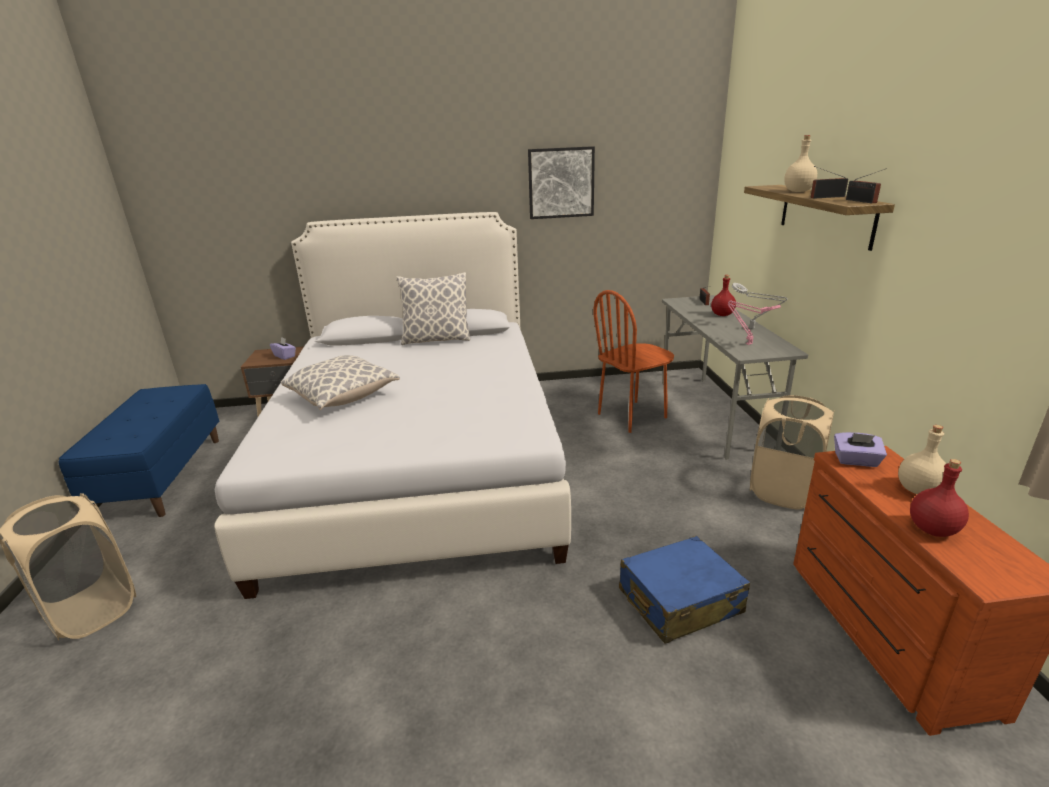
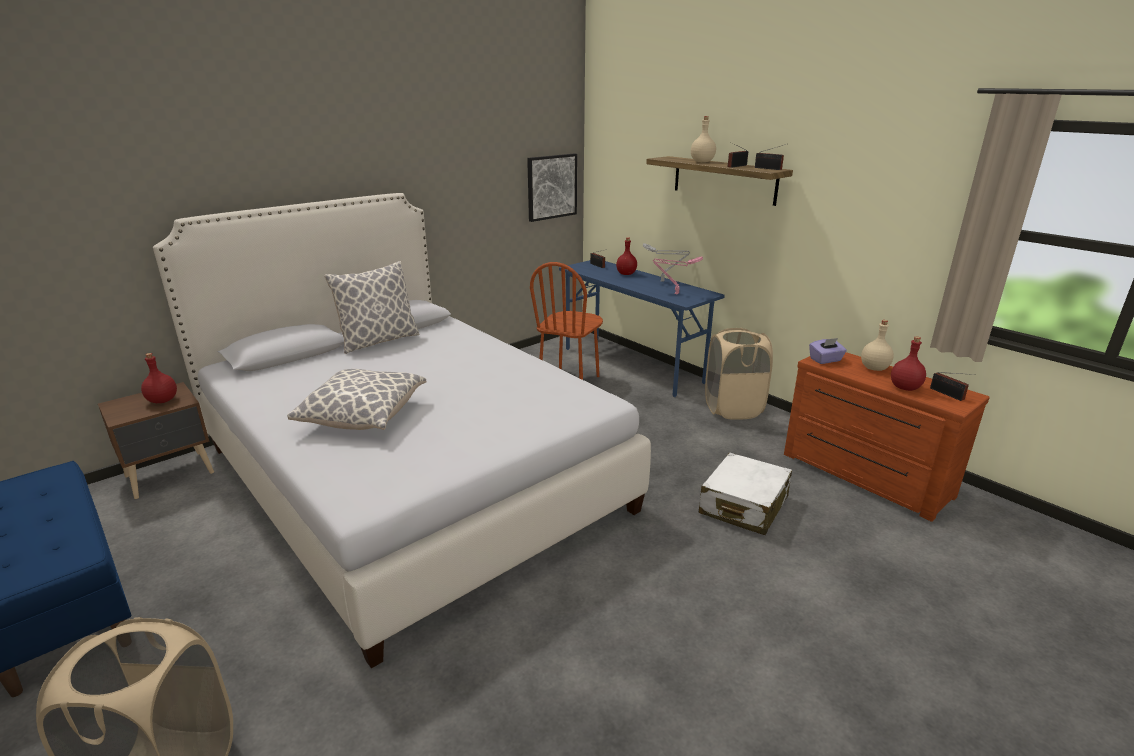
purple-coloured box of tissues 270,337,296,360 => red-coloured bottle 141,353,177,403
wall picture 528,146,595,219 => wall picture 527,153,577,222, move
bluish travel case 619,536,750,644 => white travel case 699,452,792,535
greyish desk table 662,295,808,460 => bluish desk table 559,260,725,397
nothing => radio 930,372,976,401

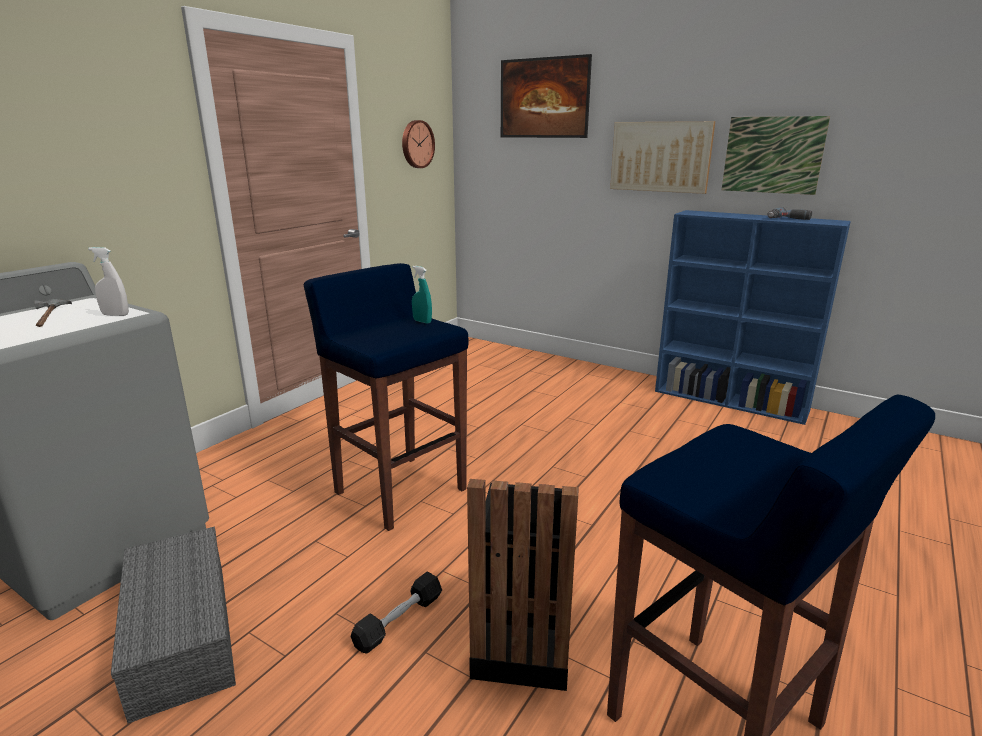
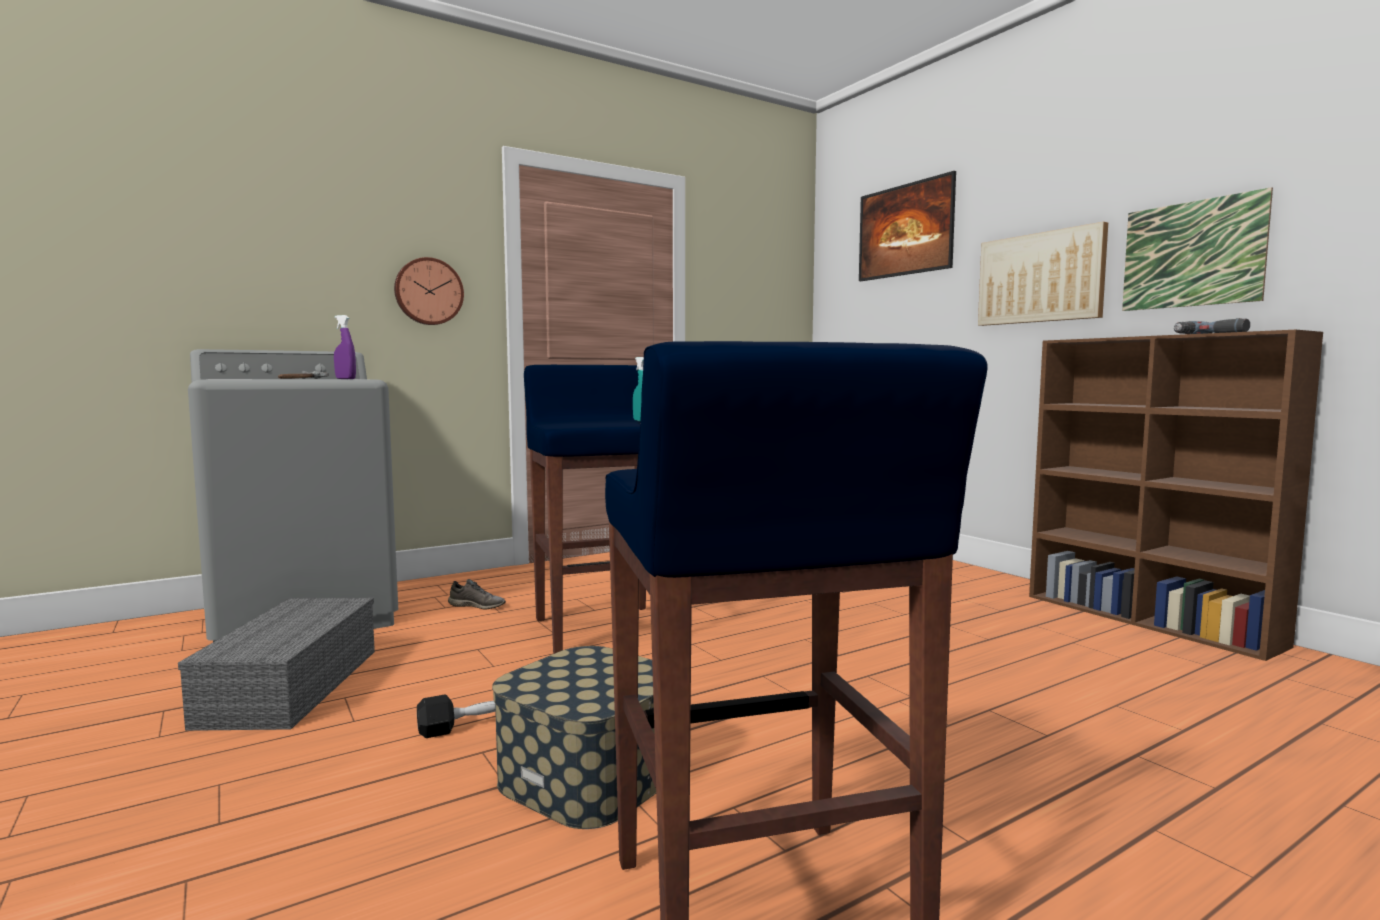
white sprayer 88,247,129,316 => purple-coloured sprayer 334,315,356,379
hanging clock 402,120,435,168 => hanging clock 394,257,464,325, move
blackish waste bin 467,479,578,691 => storage box 492,646,656,829
bluish bookshelf 655,210,851,425 => brownish bookshelf 1029,330,1323,661
nothing => greyish item of footwear 448,579,506,610

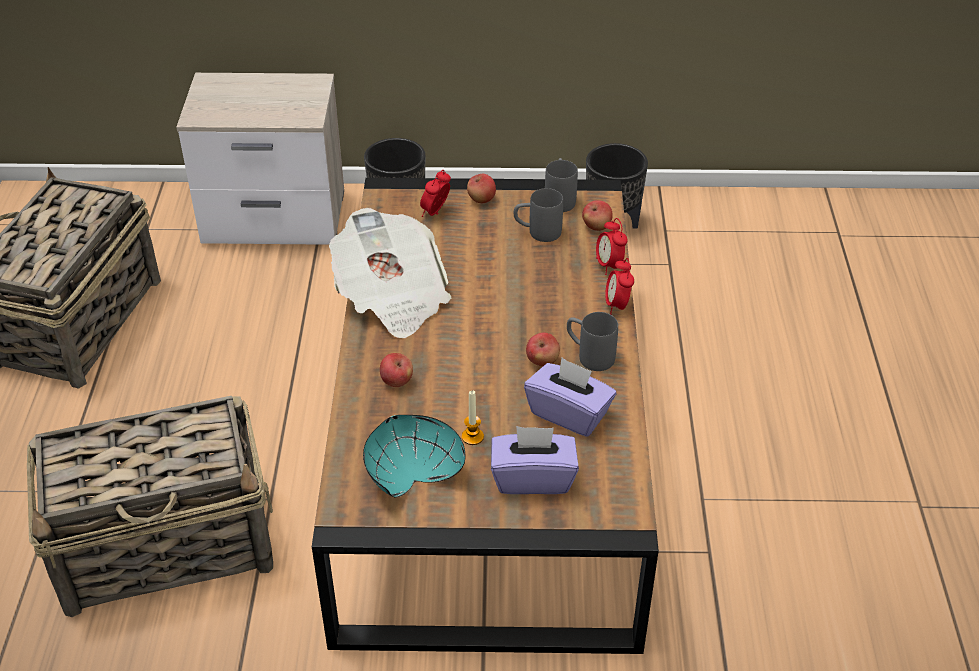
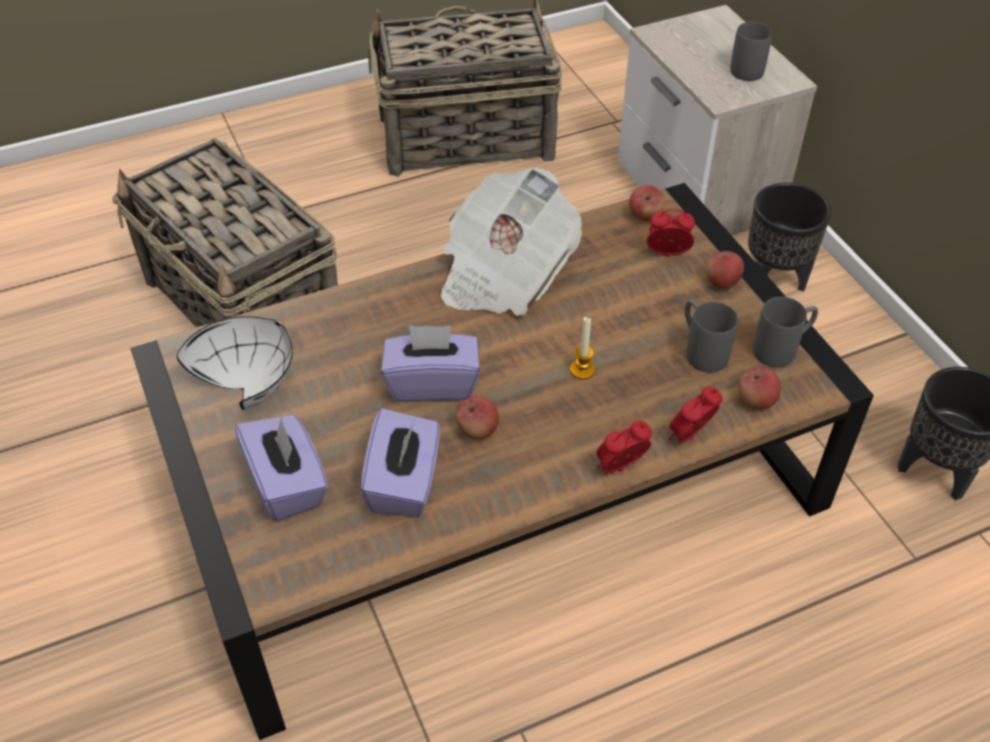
turquoise deep dish 363,415,465,498 => white deep dish 177,316,293,410
whole apple 380,353,413,387 => whole apple 629,185,665,222, move
wax light 462,391,484,445 => wax light 570,317,595,379, move
greyish coffee mug 567,312,618,371 => greyish coffee mug 730,21,772,81, move
nothing => purple-coloured box of tissues 381,325,480,402

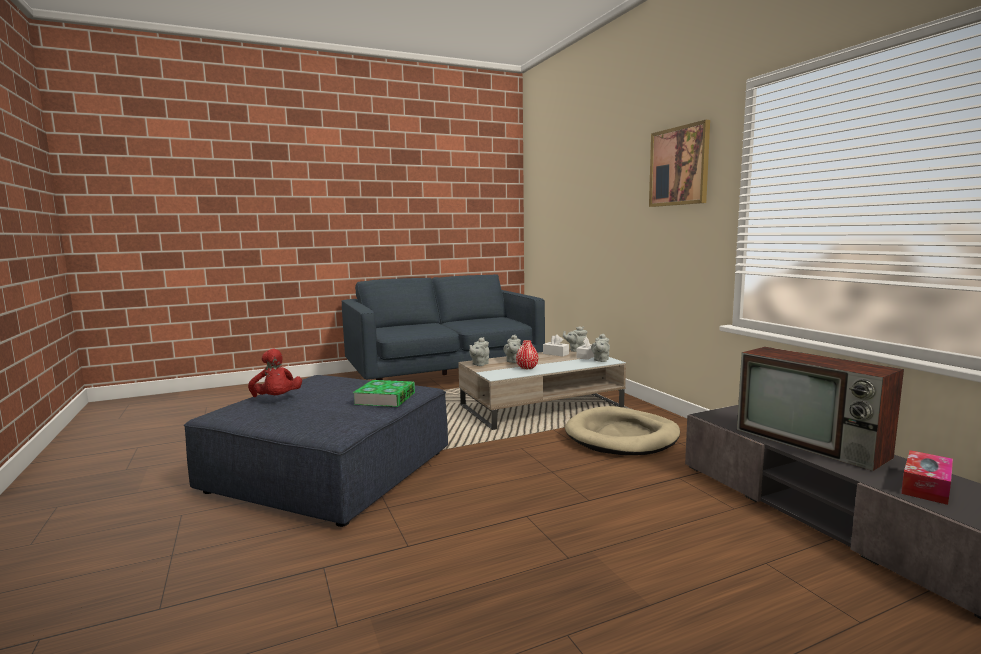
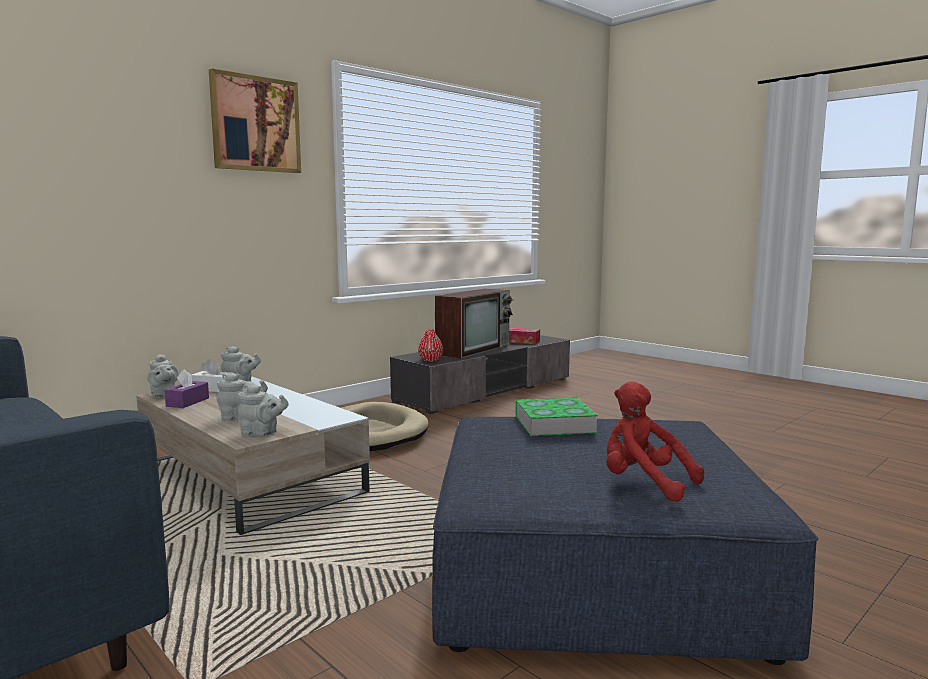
red-coloured soft toy 248,349,302,397 => red-coloured soft toy 606,381,704,502, 90 degrees counterclockwise
red-coloured decorative vase 516,340,538,369 => red-coloured decorative vase 418,329,443,362, move
white box of tissues 543,334,569,356 => purple-coloured box of tissues 165,369,209,408

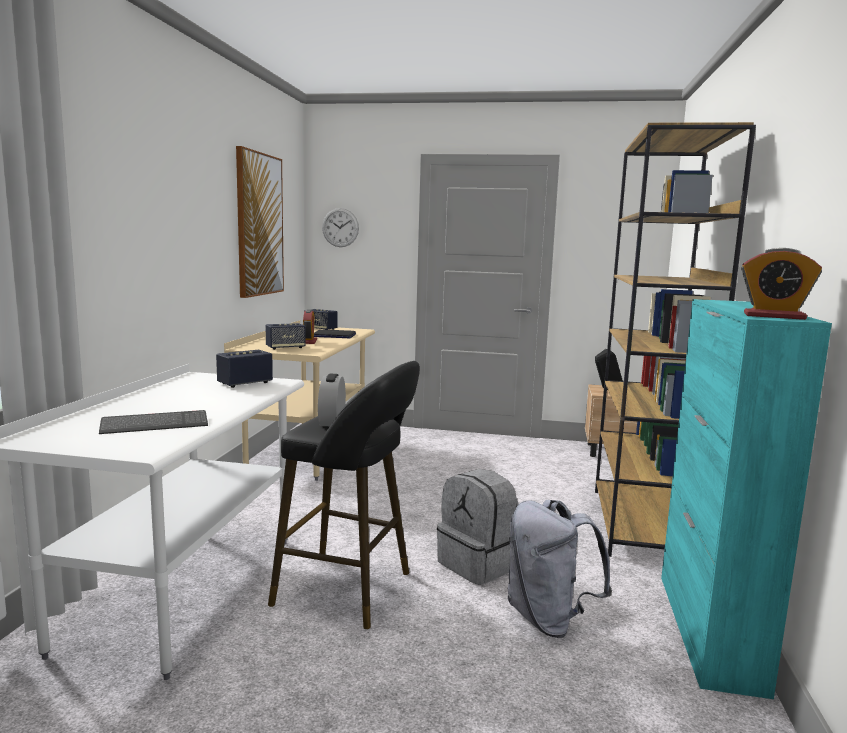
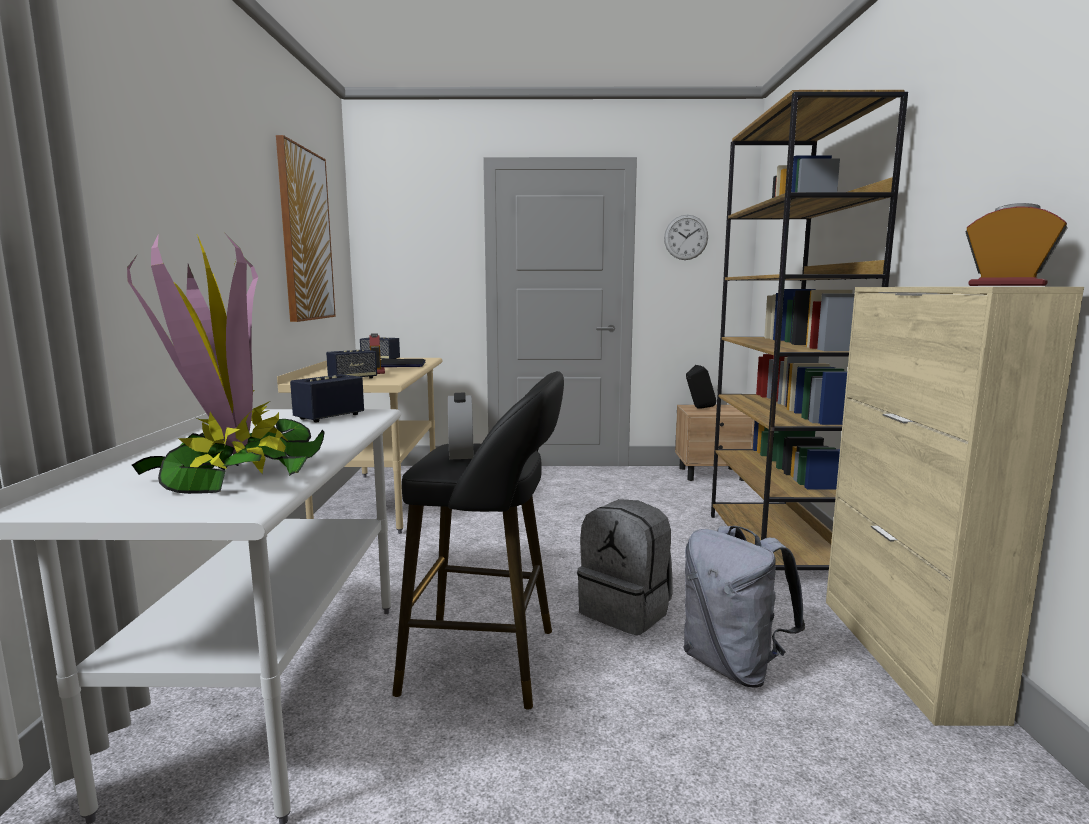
computer keyboard 99,410,208,434 => potted plant 127,233,325,494
hanging clock 322,208,359,247 => hanging clock 664,215,708,260, move
turquoise storage cabinet 661,299,832,699 => beige storage cabinet 826,287,1084,726
bedside clock 741,248,822,320 => bedside clock 966,203,1067,286, 150 degrees counterclockwise

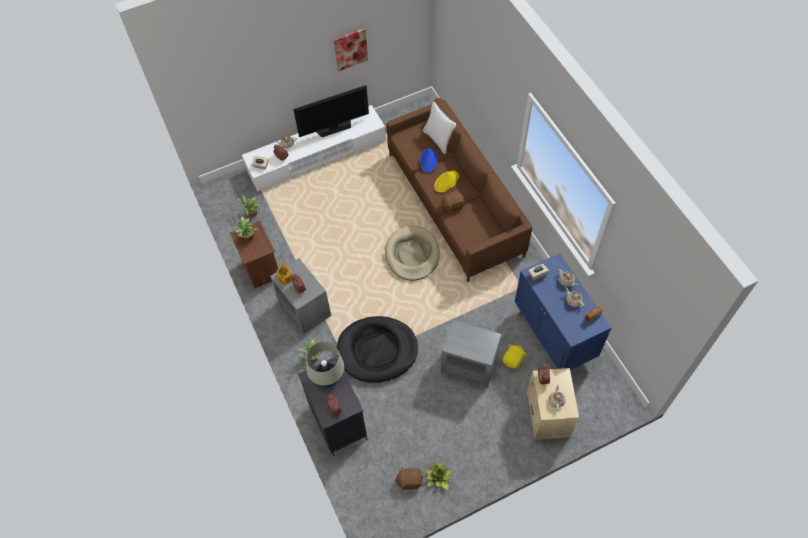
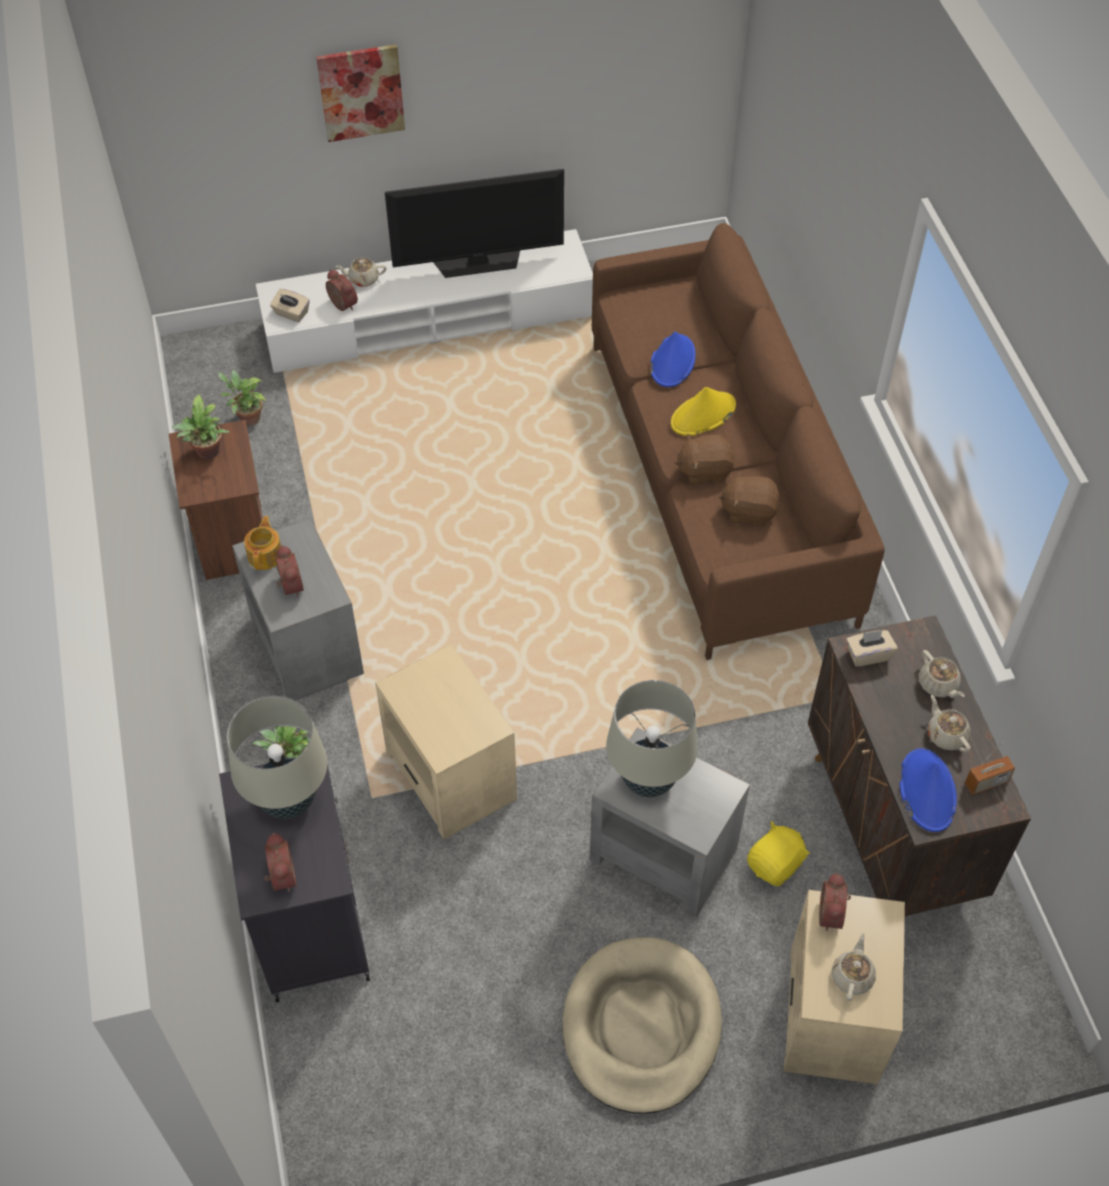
wall picture 334,28,368,71 => wall picture 316,44,405,142, move
blackish dog cushion 337,316,418,383 => beige end table 375,644,517,839
beige dog cushion 385,226,440,281 => beige dog cushion 562,937,722,1114, move
brownish soft toy 395,467,423,490 => brownish soft toy 718,470,780,527, move
white cushion 423,101,457,154 => nothing
potted plant 425,461,453,490 => nothing
bluish storage cabinet 515,253,612,370 => brownish storage cabinet 808,615,1031,916
nothing => beige lamp for a table 606,680,697,797
nothing => bluish clothing hat 900,748,957,832

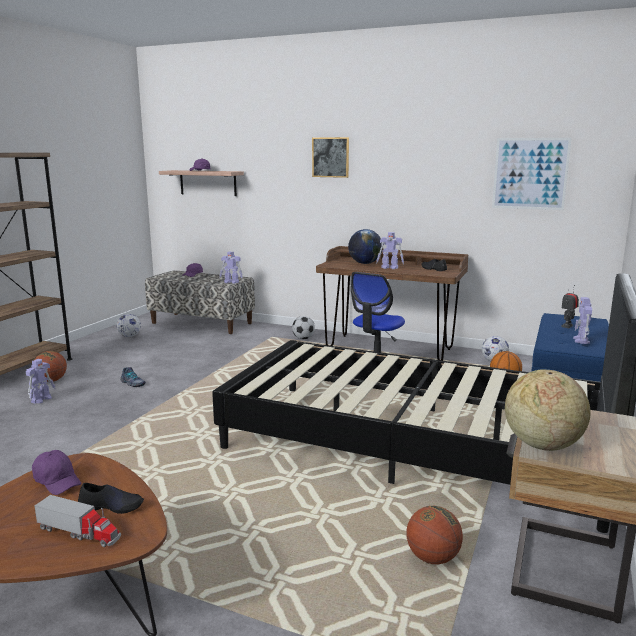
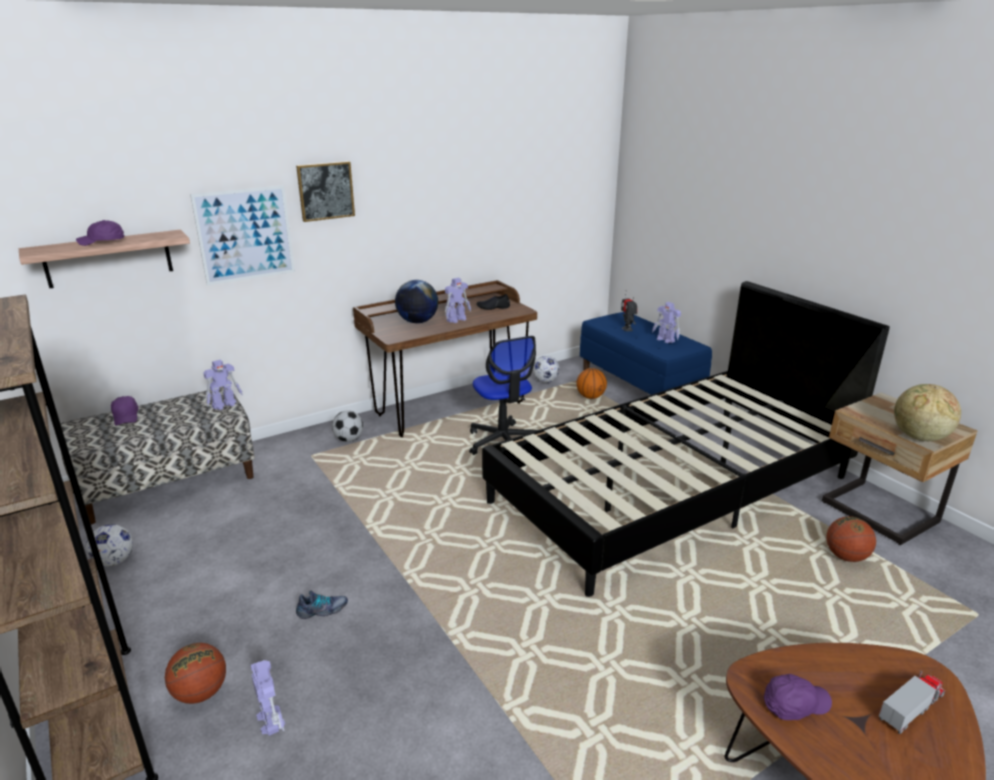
blackish item of footwear 78,483,144,514 => nothing
wall picture 492,138,572,210 => wall picture 190,185,295,285, move

